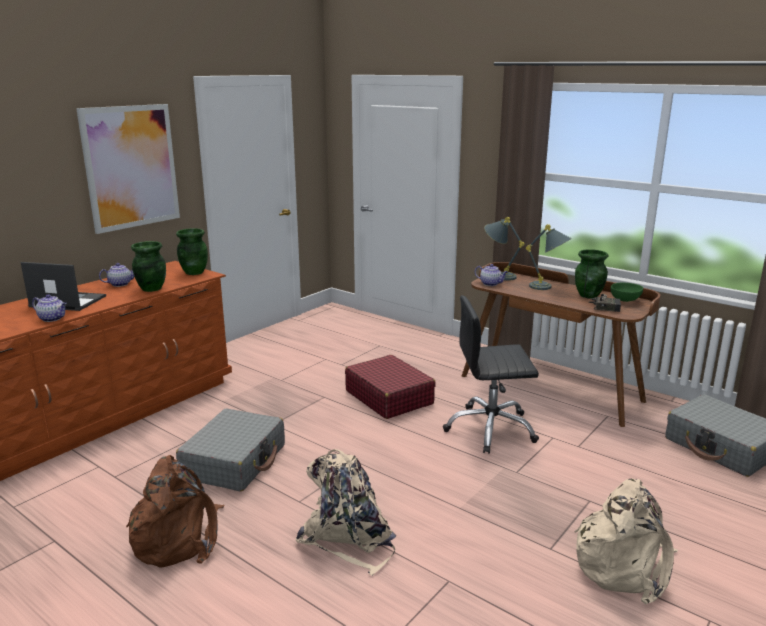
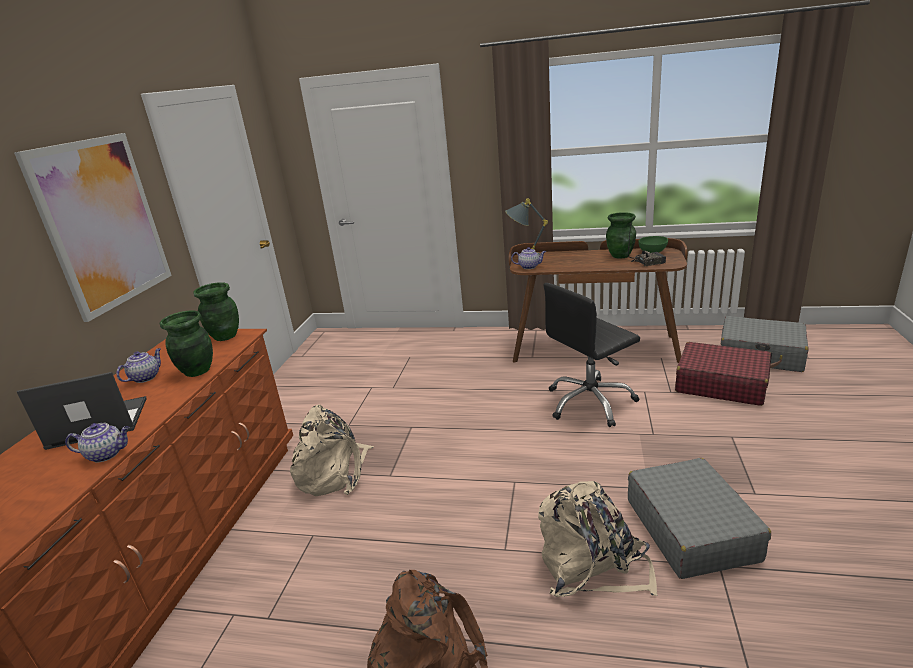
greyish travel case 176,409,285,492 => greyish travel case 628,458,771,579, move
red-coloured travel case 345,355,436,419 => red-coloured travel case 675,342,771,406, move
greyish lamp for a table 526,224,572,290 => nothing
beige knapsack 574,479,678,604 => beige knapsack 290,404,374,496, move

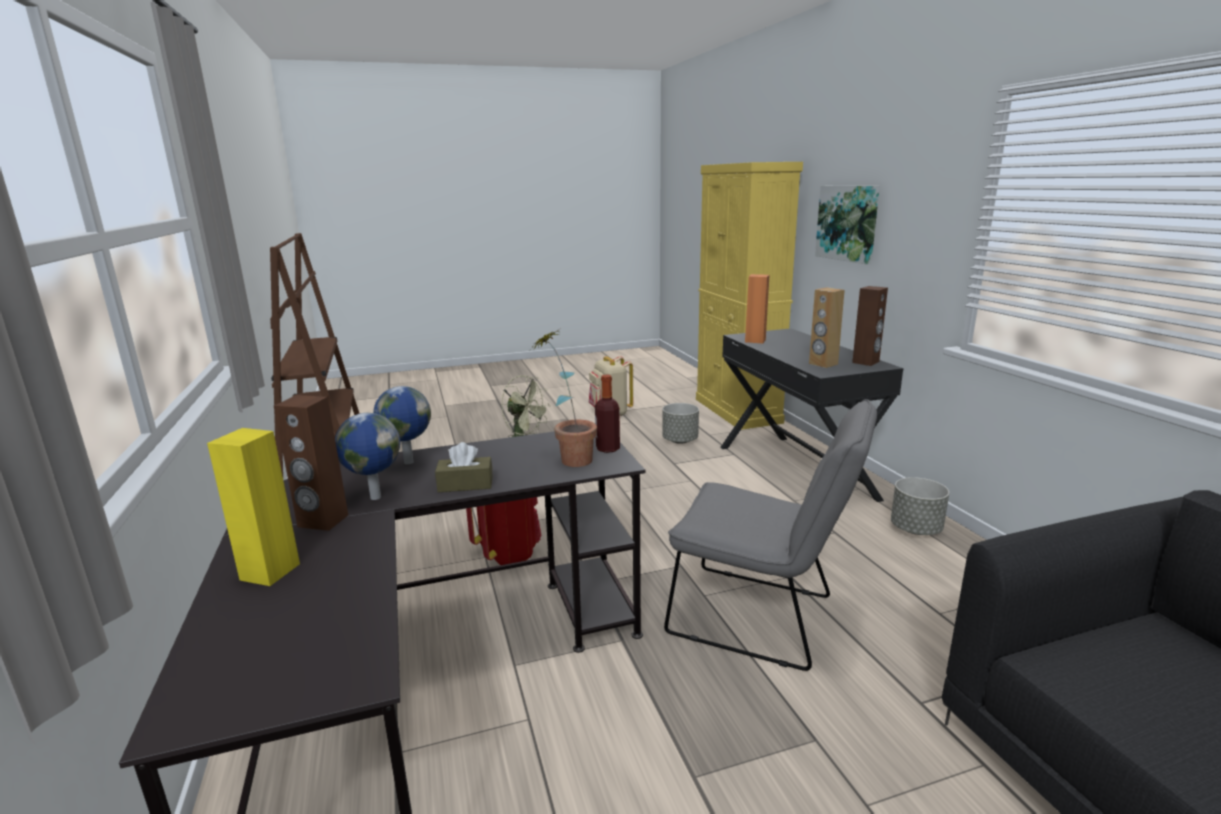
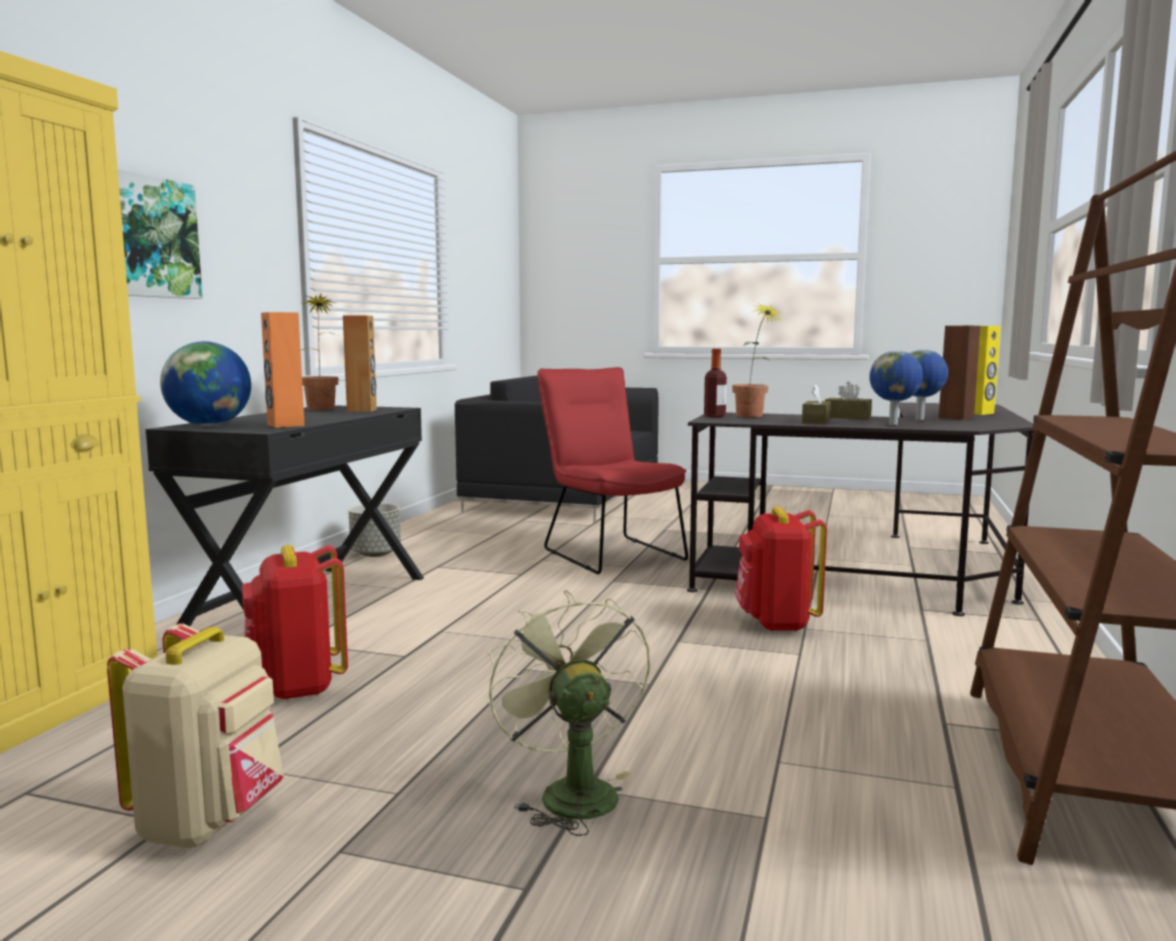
greyish plant pot 662,403,699,444 => red-coloured knapsack 242,545,348,700
greyish chair 664,399,877,671 => red-coloured chair 537,367,688,574
brownish audio speaker 852,286,888,366 => potted plant 302,294,338,410
nothing => desk globe 160,341,251,426
nothing => brownish box of tissues 802,385,831,424

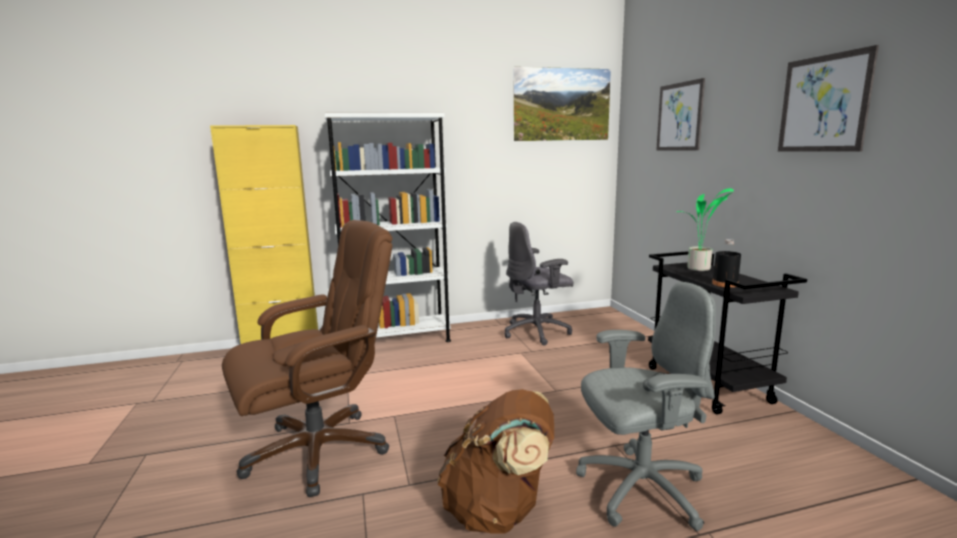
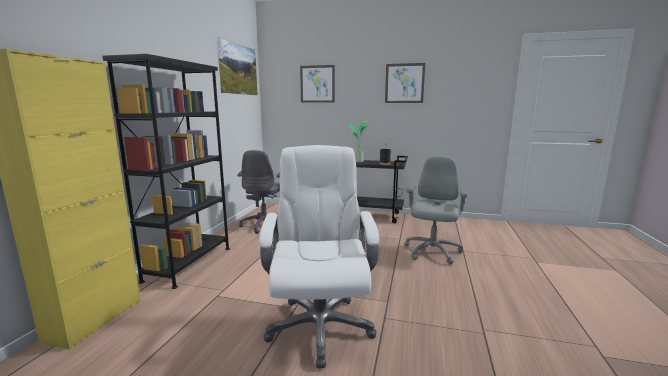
brownish computer chair 222,220,392,497 => white computer chair 259,145,379,368
white bookshelf 325,113,451,342 => blackish bookshelf 103,54,230,289
brownish knapsack 437,389,554,534 => nothing

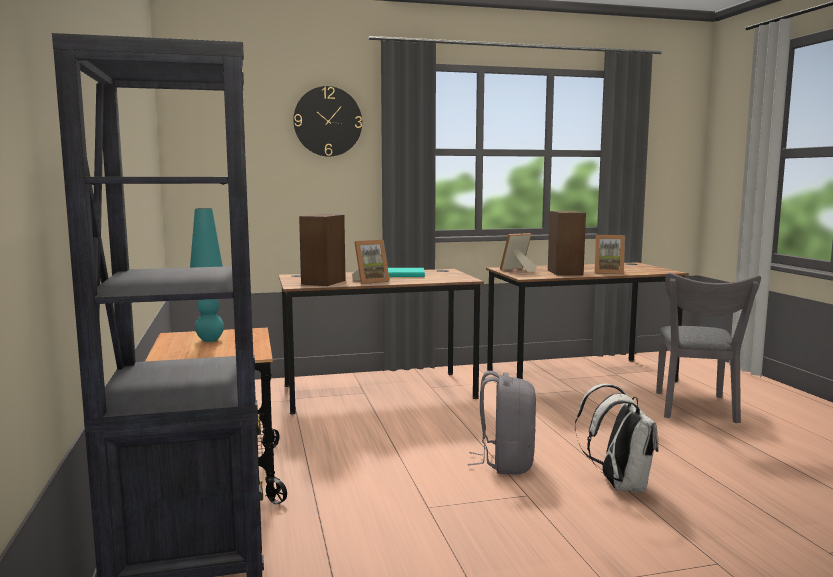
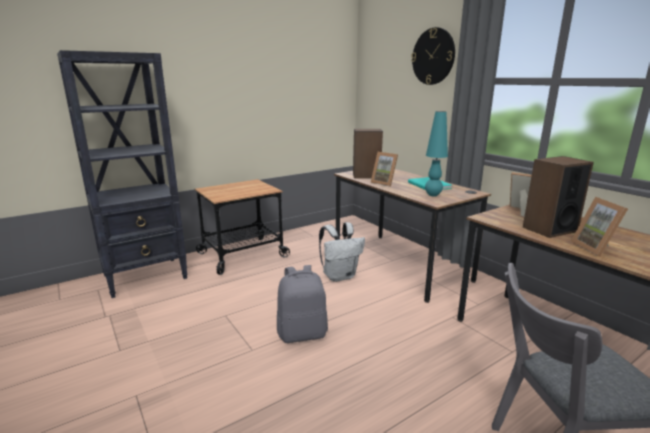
turquoise lamp for a table 190,208,224,342 => turquoise lamp for a table 425,111,448,197, move
white knapsack 575,384,658,493 => white knapsack 319,222,365,282, move

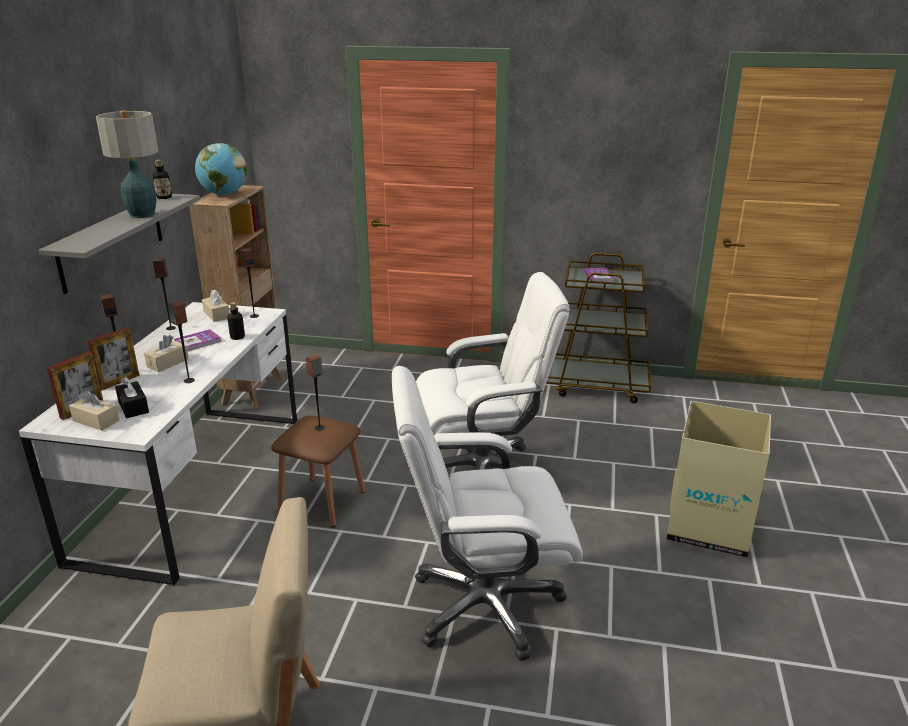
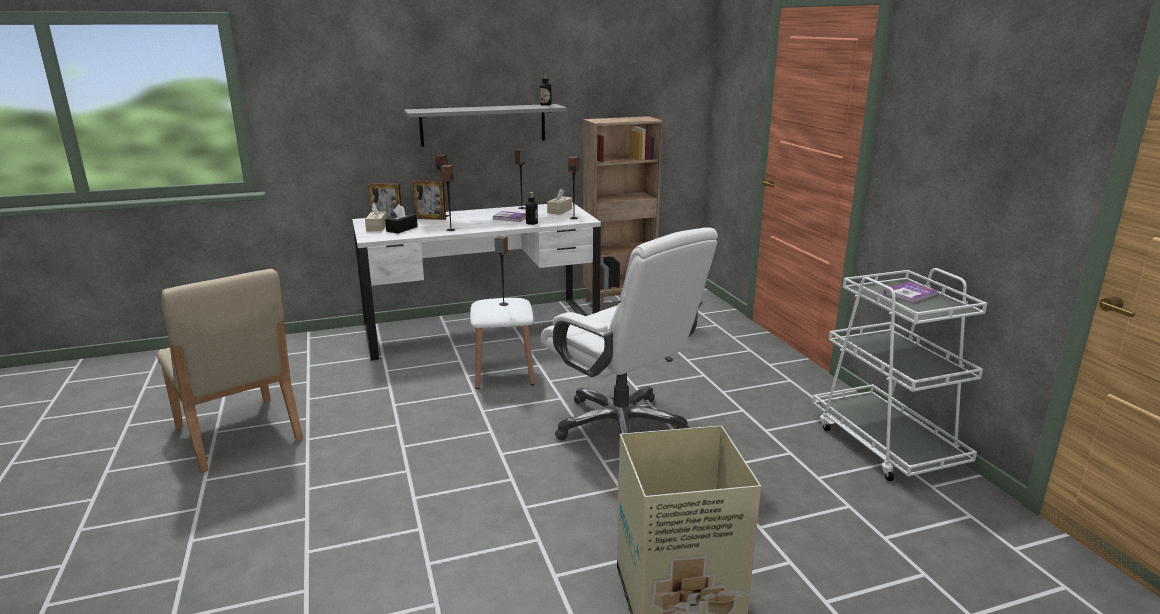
lamp for a table 96,110,158,218 => nothing
beige box of tissues 144,335,189,372 => nothing
desk globe 195,143,247,195 => nothing
brownish stool seat 271,416,365,528 => white stool seat 470,298,535,389
white computer chair 392,366,583,661 => nothing
brownish trolley 546,253,651,403 => white trolley 812,268,987,481

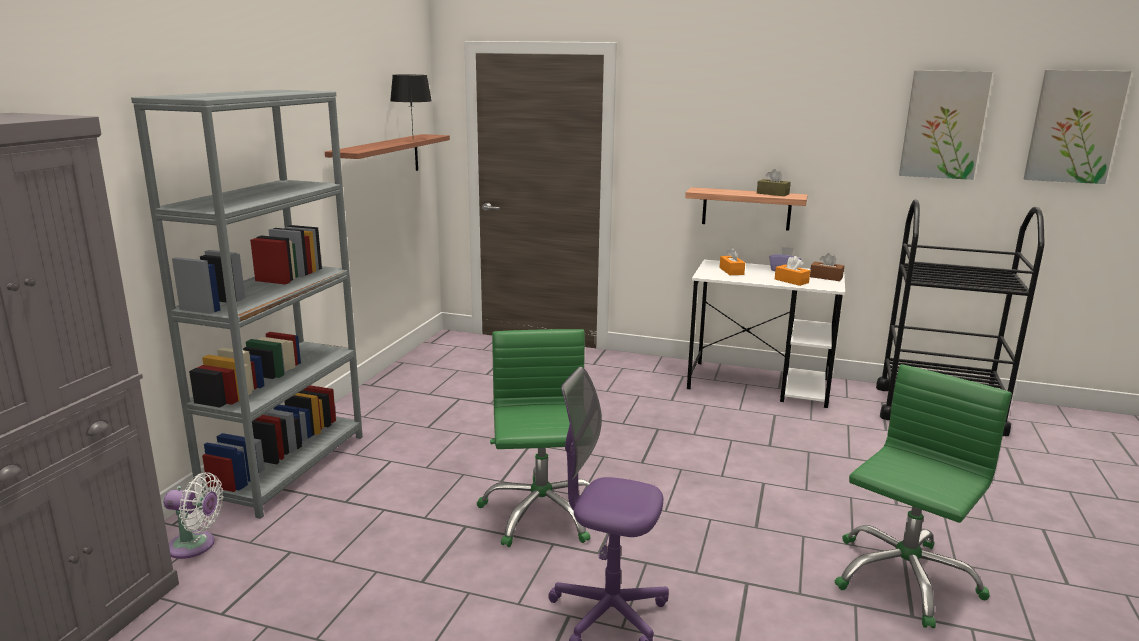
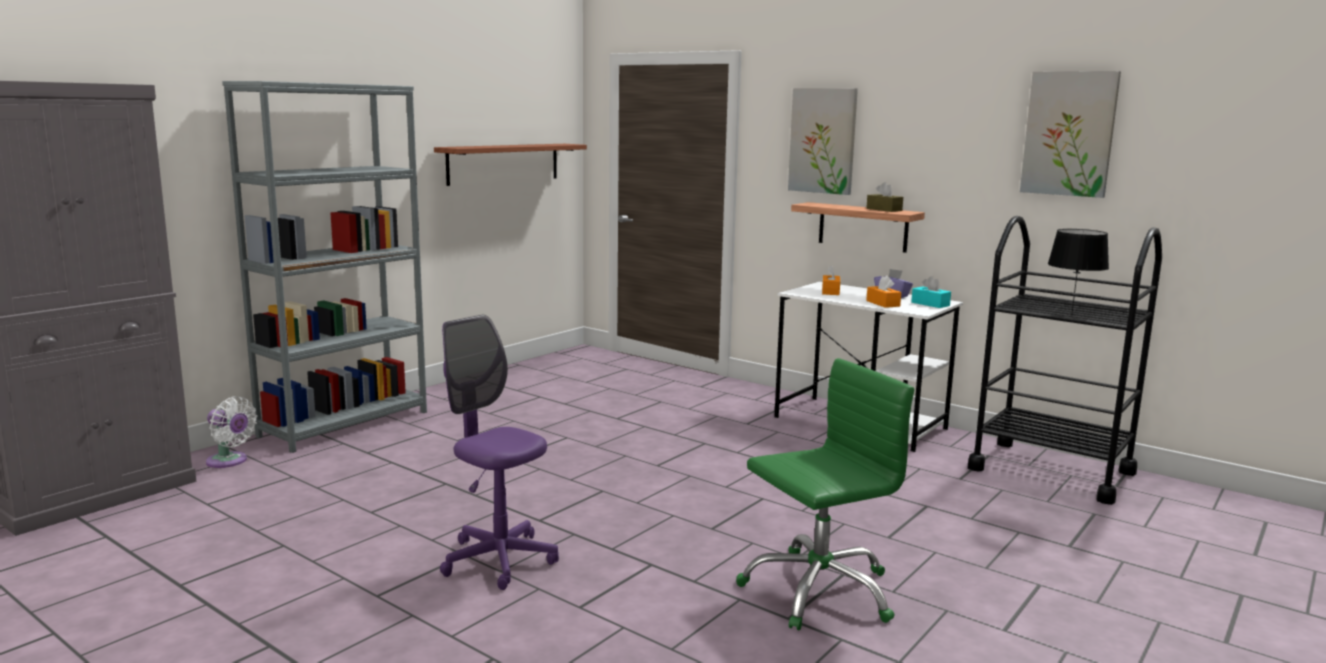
blackish lamp for a table 390,75,432,133 => blackish lamp for a table 1048,229,1109,316, move
greenish computer chair 476,329,591,547 => nothing
brownish box of tissues 810,253,844,281 => turquoise box of tissues 911,276,951,308
wall picture 1024,70,1132,184 => wall picture 788,88,858,195, move

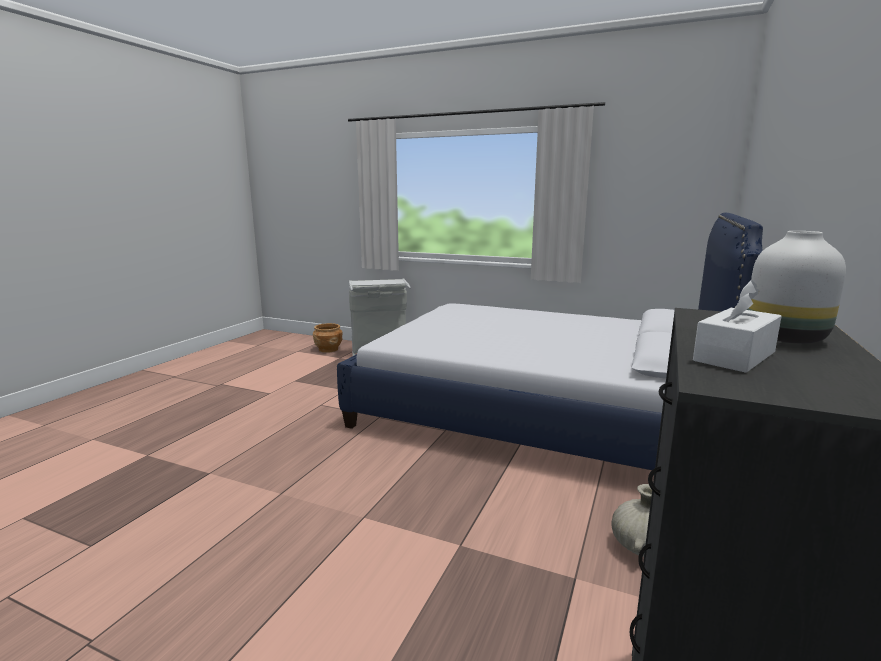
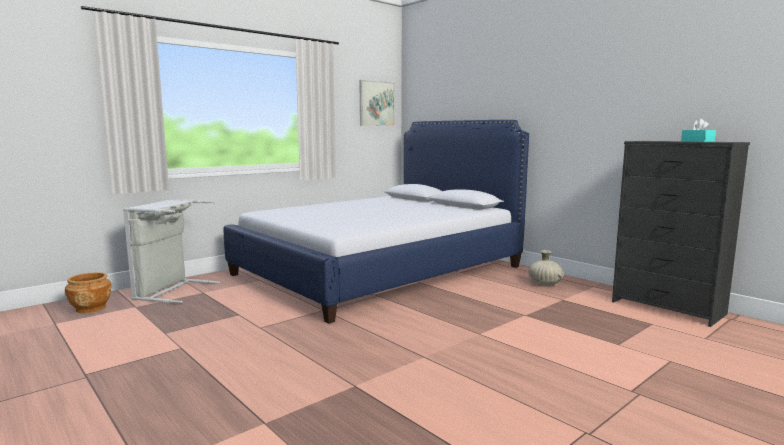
white box of tissues 693,280,782,373 => turquoise box of tissues 681,119,716,142
white decorative vase 747,231,846,344 => nothing
nothing => wall picture 359,80,395,126

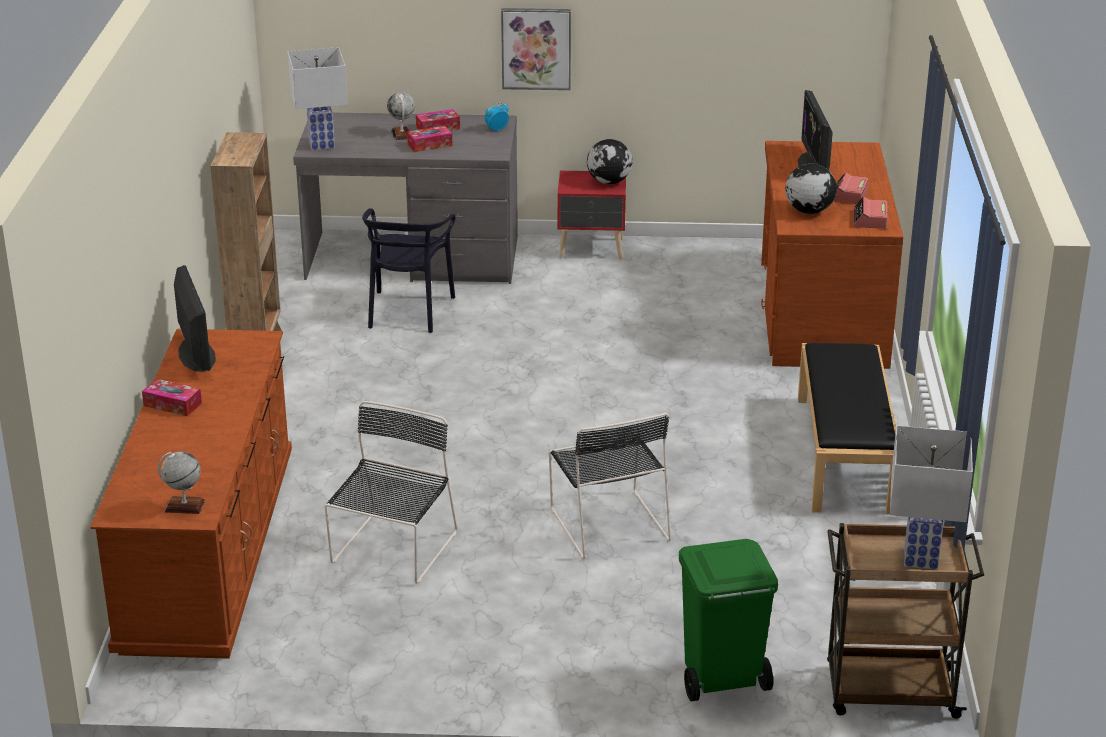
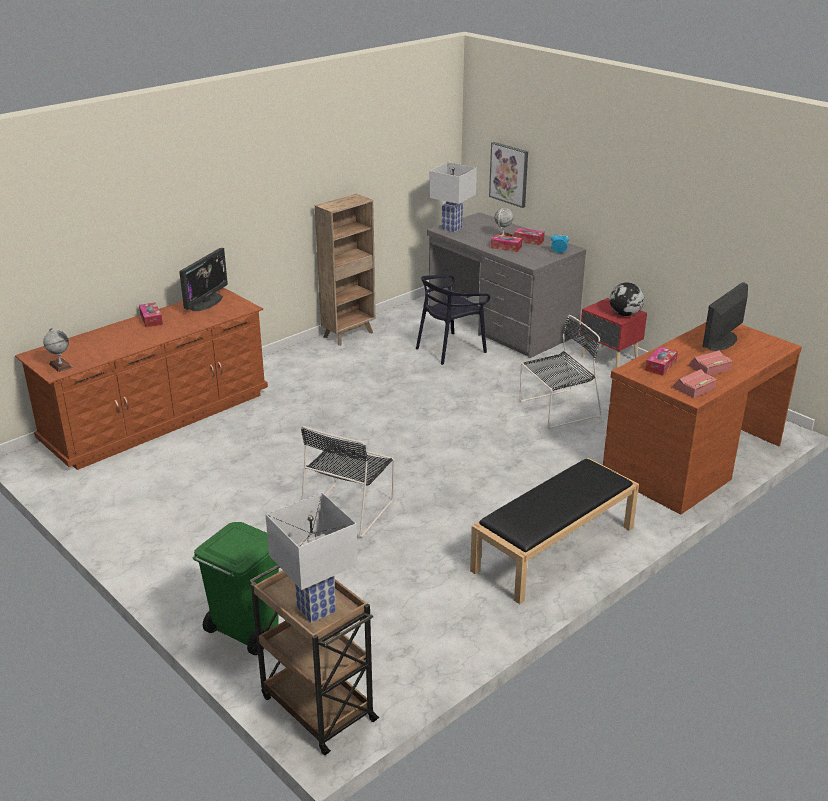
blackish chair 324,401,457,584 => blackish chair 520,315,601,429, move
wall picture 501,8,571,90 => wall picture 489,142,528,208, move
desk globe 785,164,837,214 => box of tissues 645,346,678,376

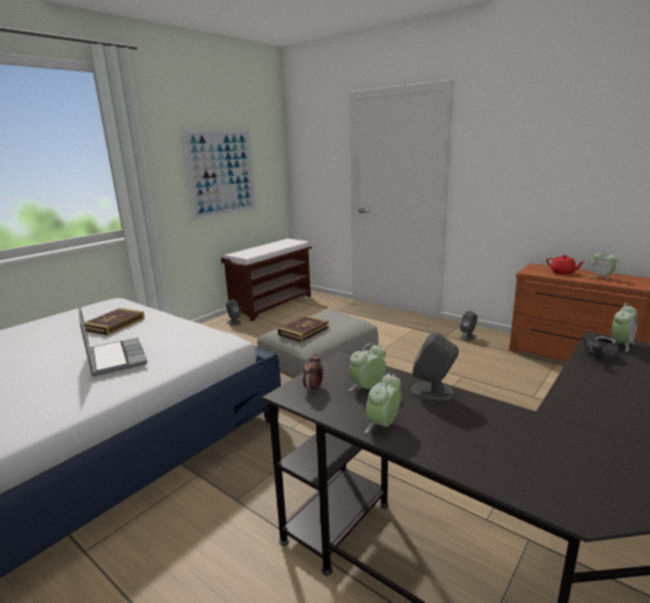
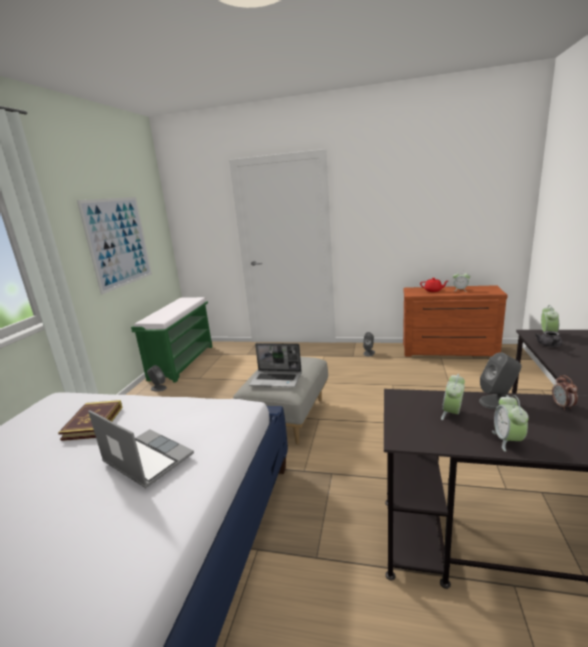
brownish indoor bench 221,239,312,321 => greenish indoor bench 131,297,213,383
book 278,315,329,342 => notebook computer 249,343,302,387
bedside clock 303,354,323,393 => bedside clock 552,375,578,410, move

